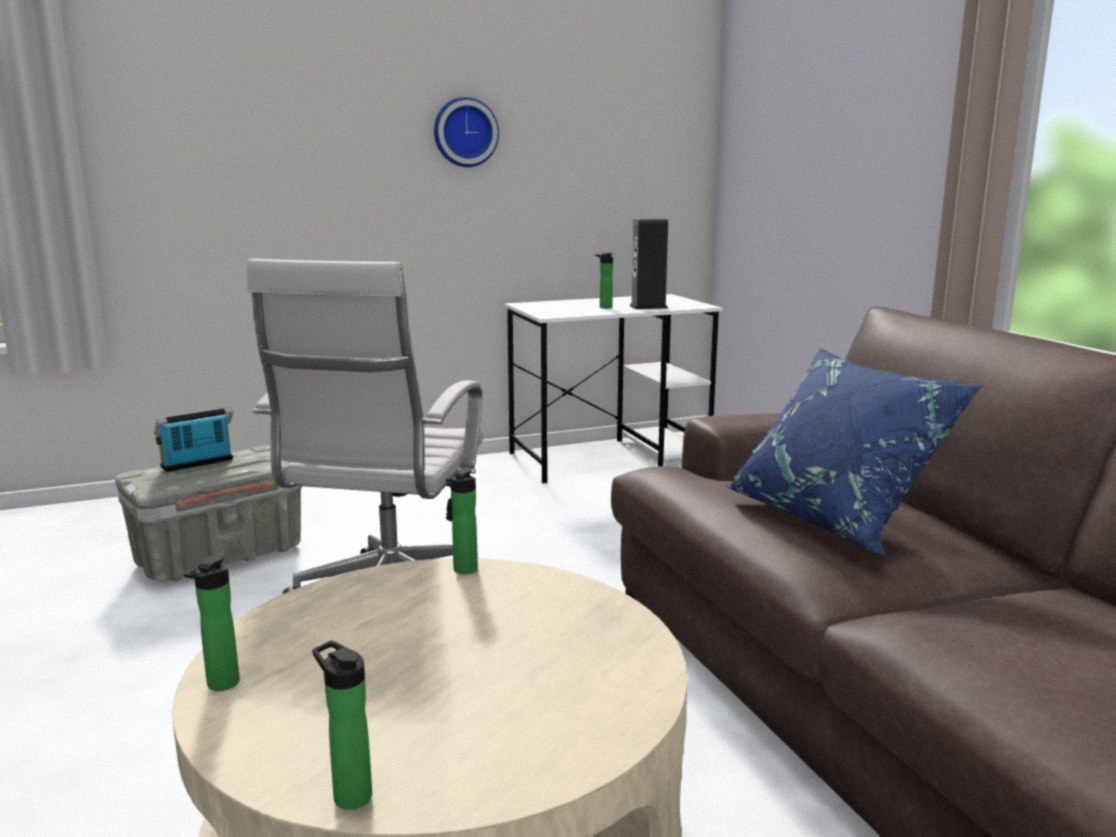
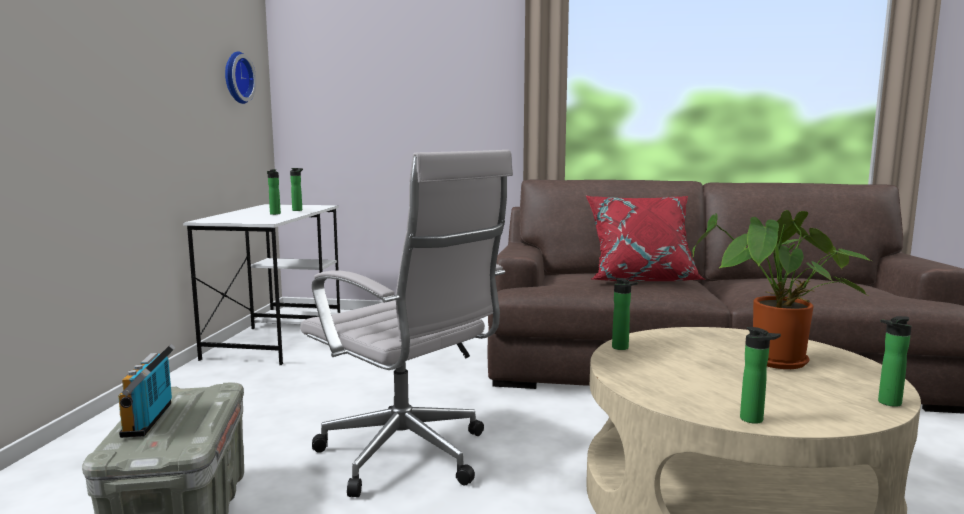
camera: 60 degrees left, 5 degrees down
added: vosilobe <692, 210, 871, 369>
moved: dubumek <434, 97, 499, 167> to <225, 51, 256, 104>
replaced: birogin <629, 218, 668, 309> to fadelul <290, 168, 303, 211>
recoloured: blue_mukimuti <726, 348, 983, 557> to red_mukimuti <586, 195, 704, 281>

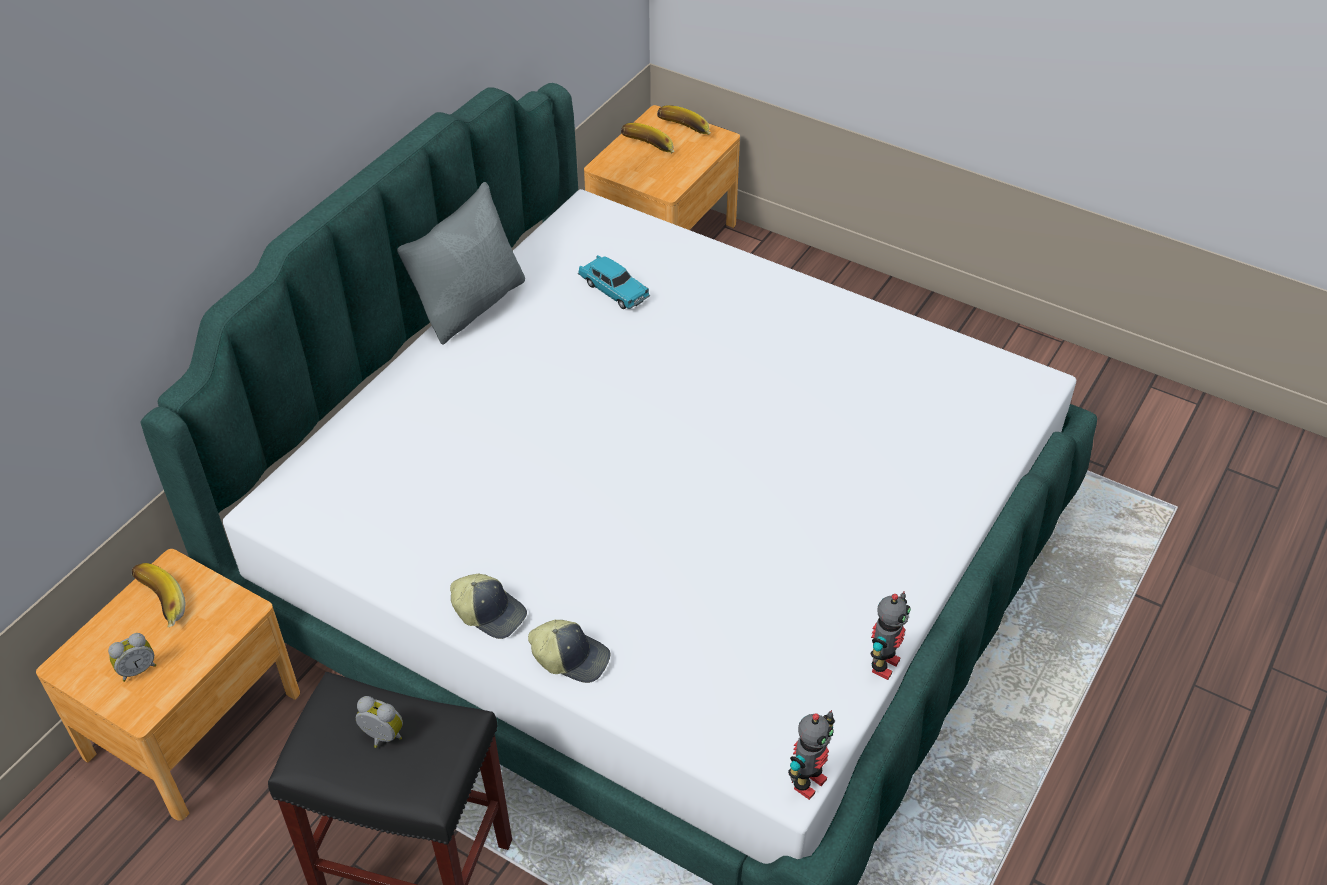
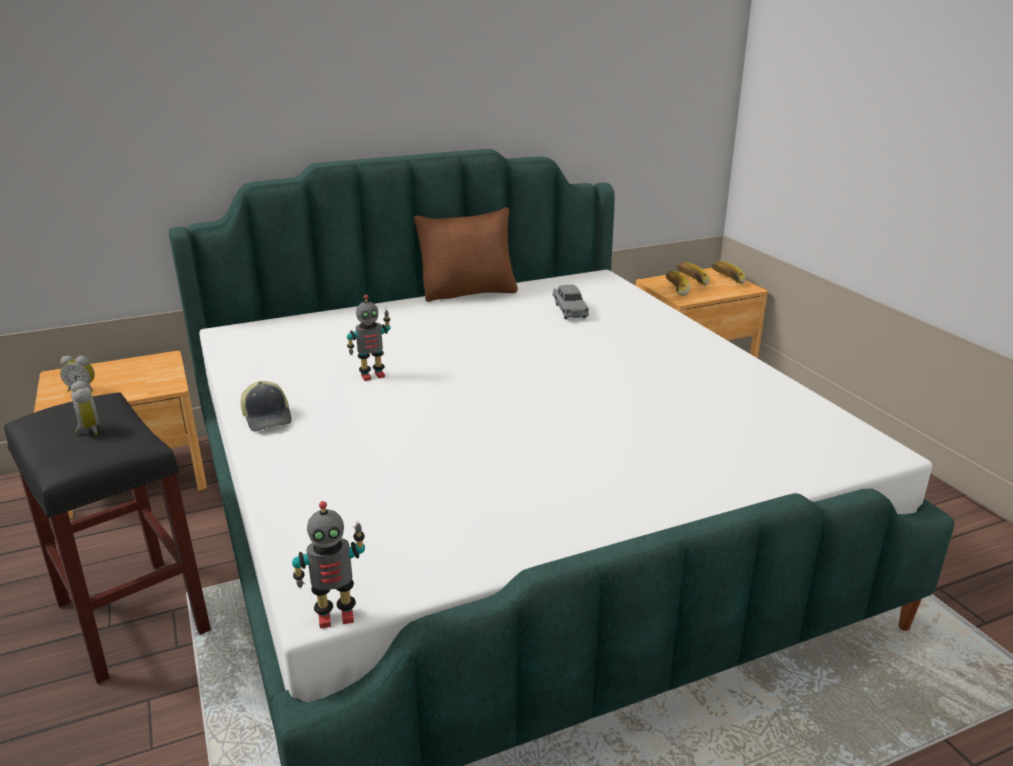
camera: 35 degrees right, 20 degrees down
removed: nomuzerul <528, 620, 610, 683>
moved: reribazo <131, 563, 185, 627> to <666, 271, 690, 296>; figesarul <871, 591, 911, 680> to <347, 295, 391, 381>
recoloured: grey_mukimuti <397, 182, 525, 344> to brown_mukimuti <414, 207, 518, 302>; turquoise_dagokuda <578, 255, 650, 309> to grey_dagokuda <553, 285, 589, 319>

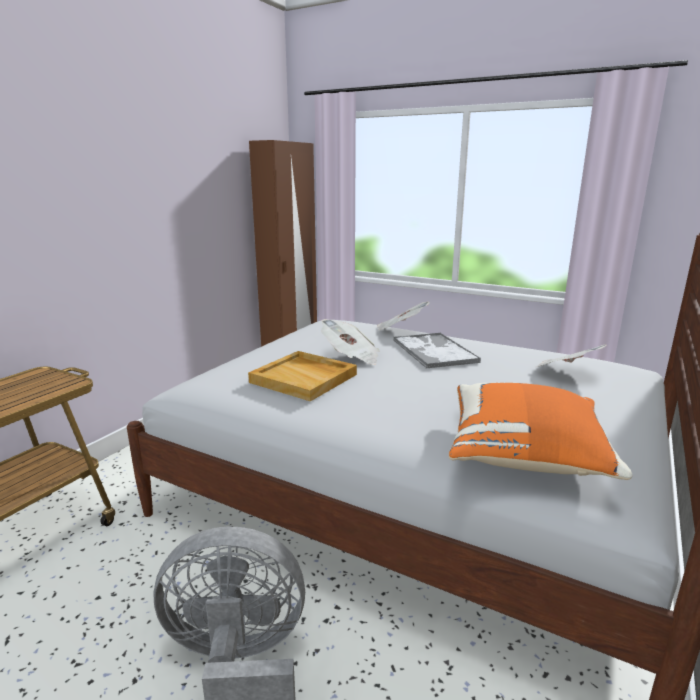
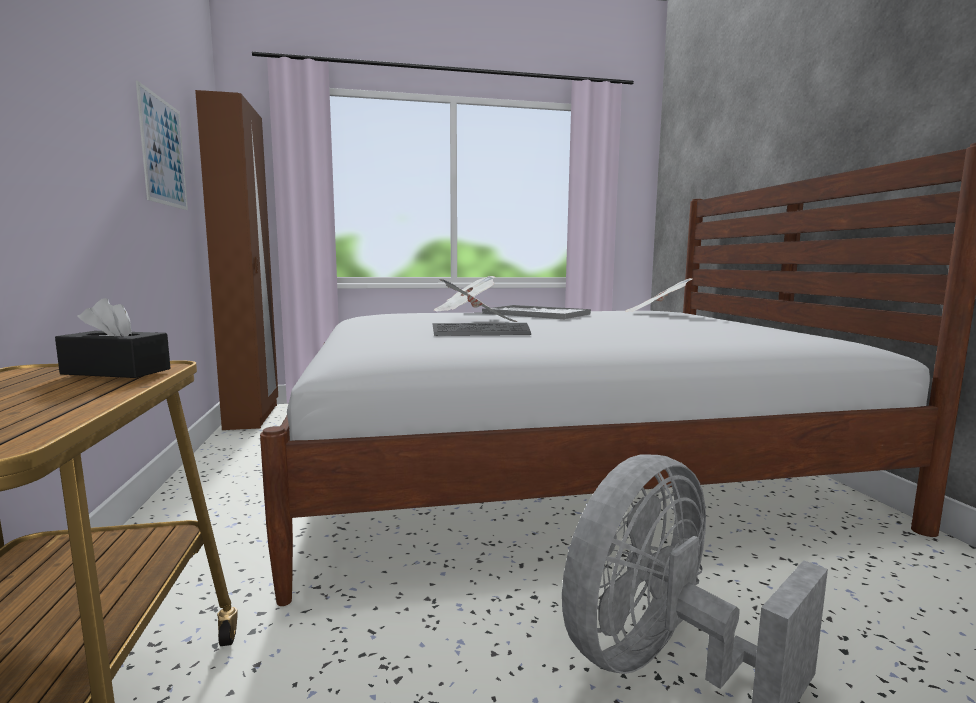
camera: 40 degrees left, 10 degrees down
removed: orange_mukimuti <449, 383, 632, 480>
added: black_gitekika <55, 298, 170, 378>; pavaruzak <136, 80, 188, 210>
replaced: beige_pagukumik <248, 351, 357, 401> to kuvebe <432, 323, 531, 336>

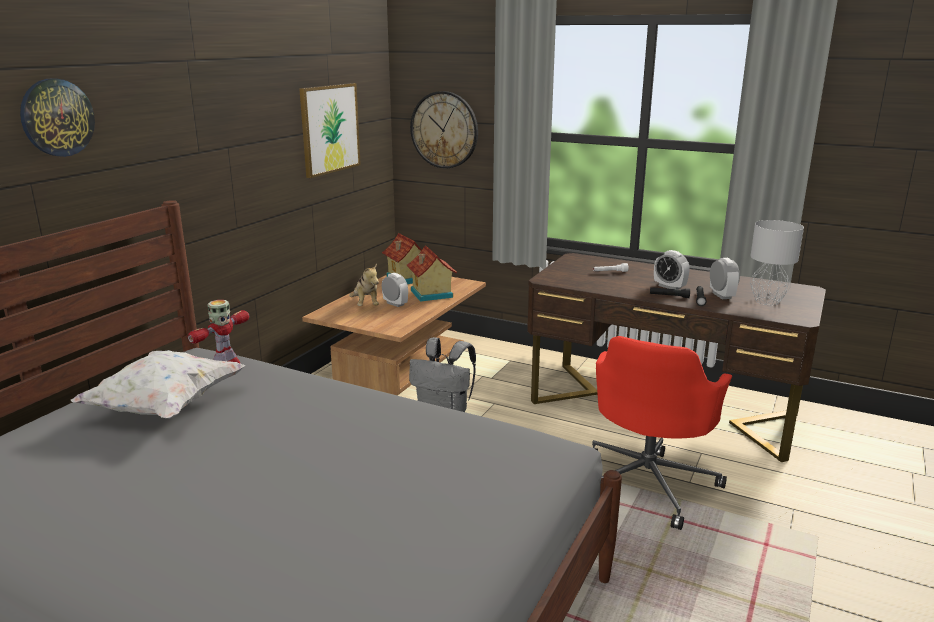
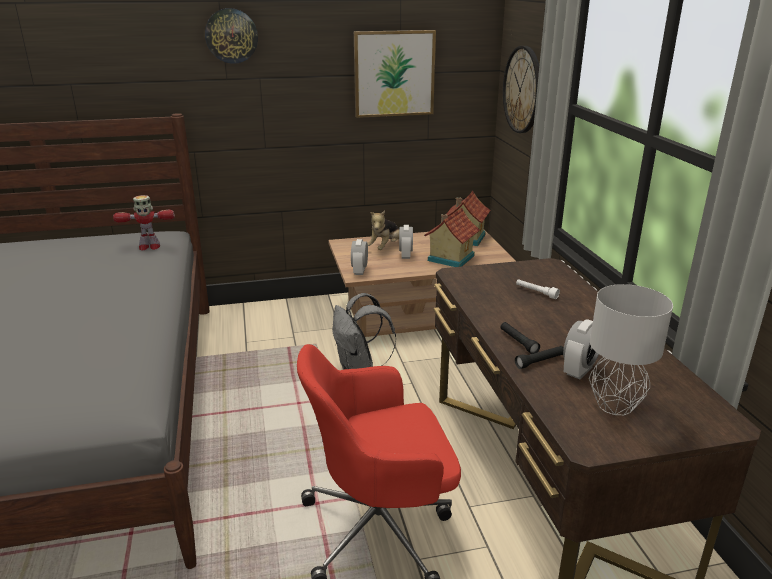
camera: 50 degrees right, 5 degrees up
removed: white_mukimuti <71, 350, 246, 419>
moved: dubumek <20, 78, 95, 157> to <205, 8, 258, 64>; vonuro <654, 250, 690, 289> to <351, 239, 368, 275>

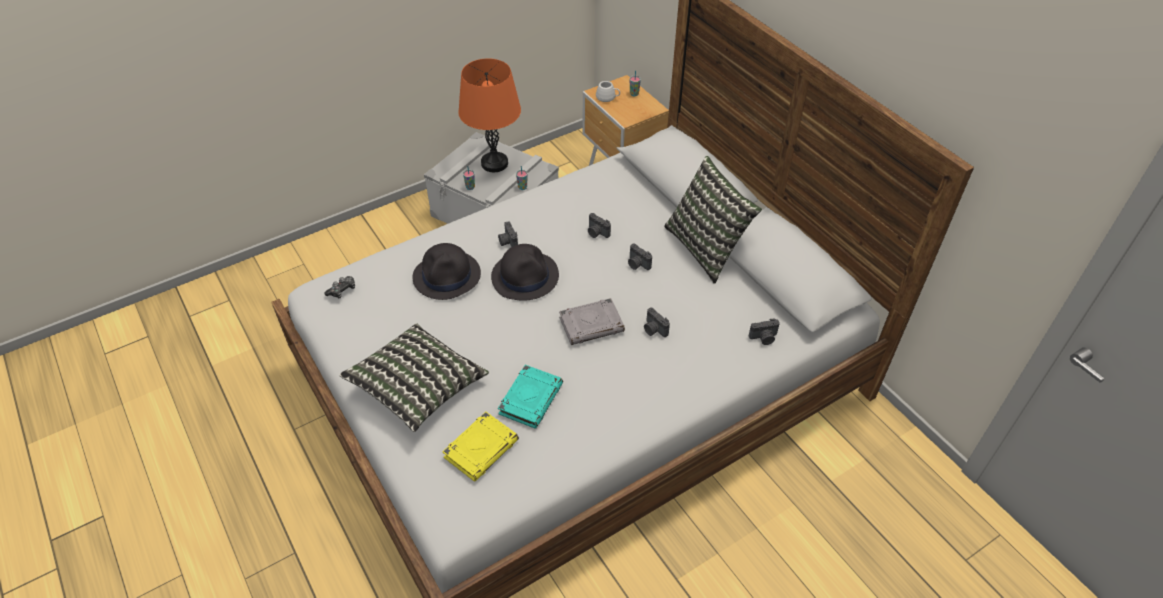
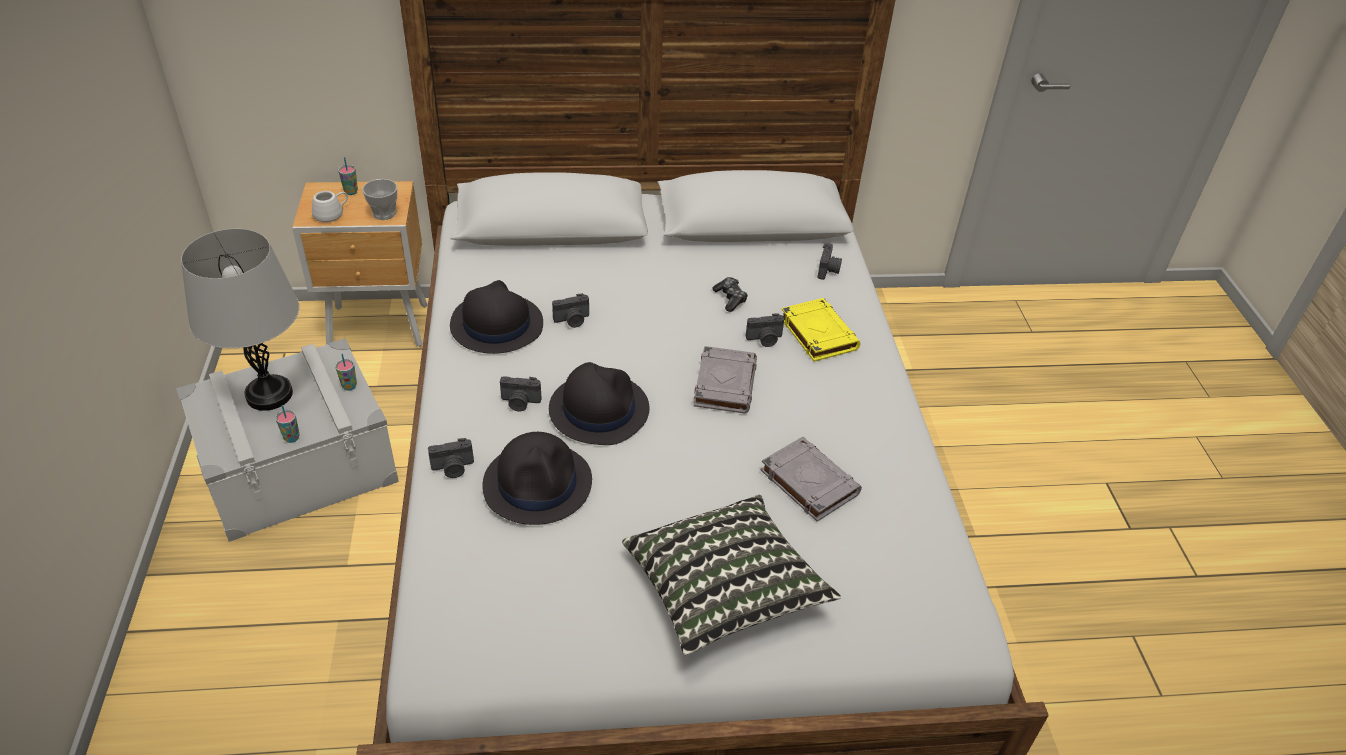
camera: 65 degrees left, 5 degrees down
removed: mukimuti <664, 156, 762, 284>
added: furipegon <362, 179, 397, 220>; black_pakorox <450, 280, 543, 354>
moved: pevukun <324, 276, 355, 298> to <712, 277, 748, 312>; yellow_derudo <442, 412, 519, 482> to <781, 298, 861, 362>; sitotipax <628, 243, 652, 270> to <428, 438, 474, 478>
recoloured: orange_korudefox <458, 58, 521, 172> to grey_korudefox <181, 229, 299, 411>; turquoise_derudo <498, 365, 563, 429> to grey_derudo <761, 437, 862, 522>

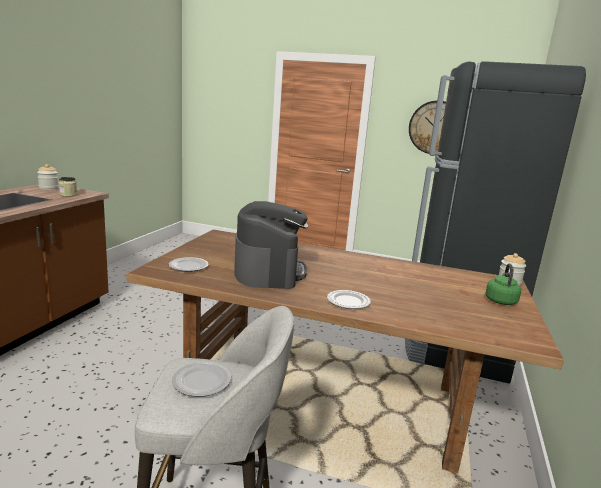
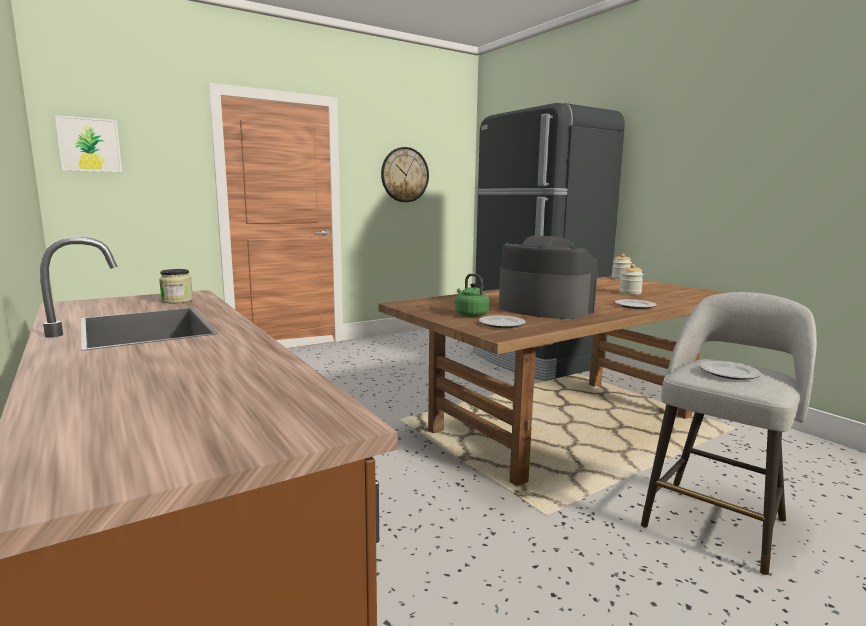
camera: 50 degrees left, 5 degrees down
added: pavaruzak <55, 115, 122, 172>
moved: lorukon <37, 164, 59, 190> to <619, 264, 644, 295>; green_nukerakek <485, 263, 521, 305> to <455, 274, 489, 317>

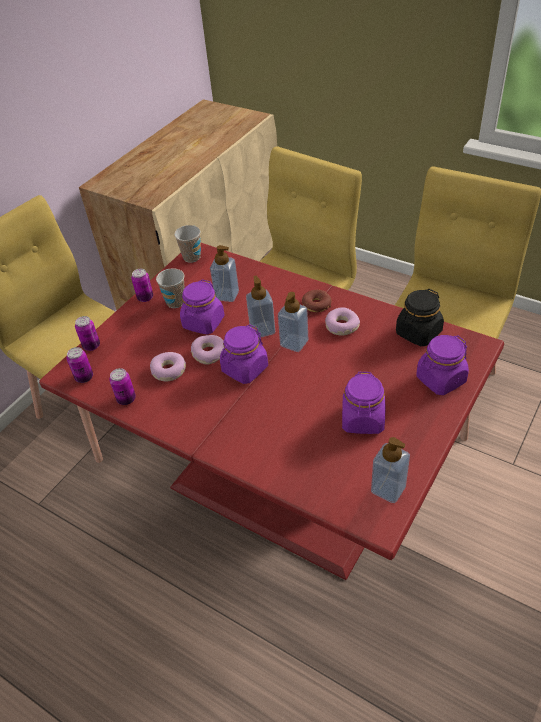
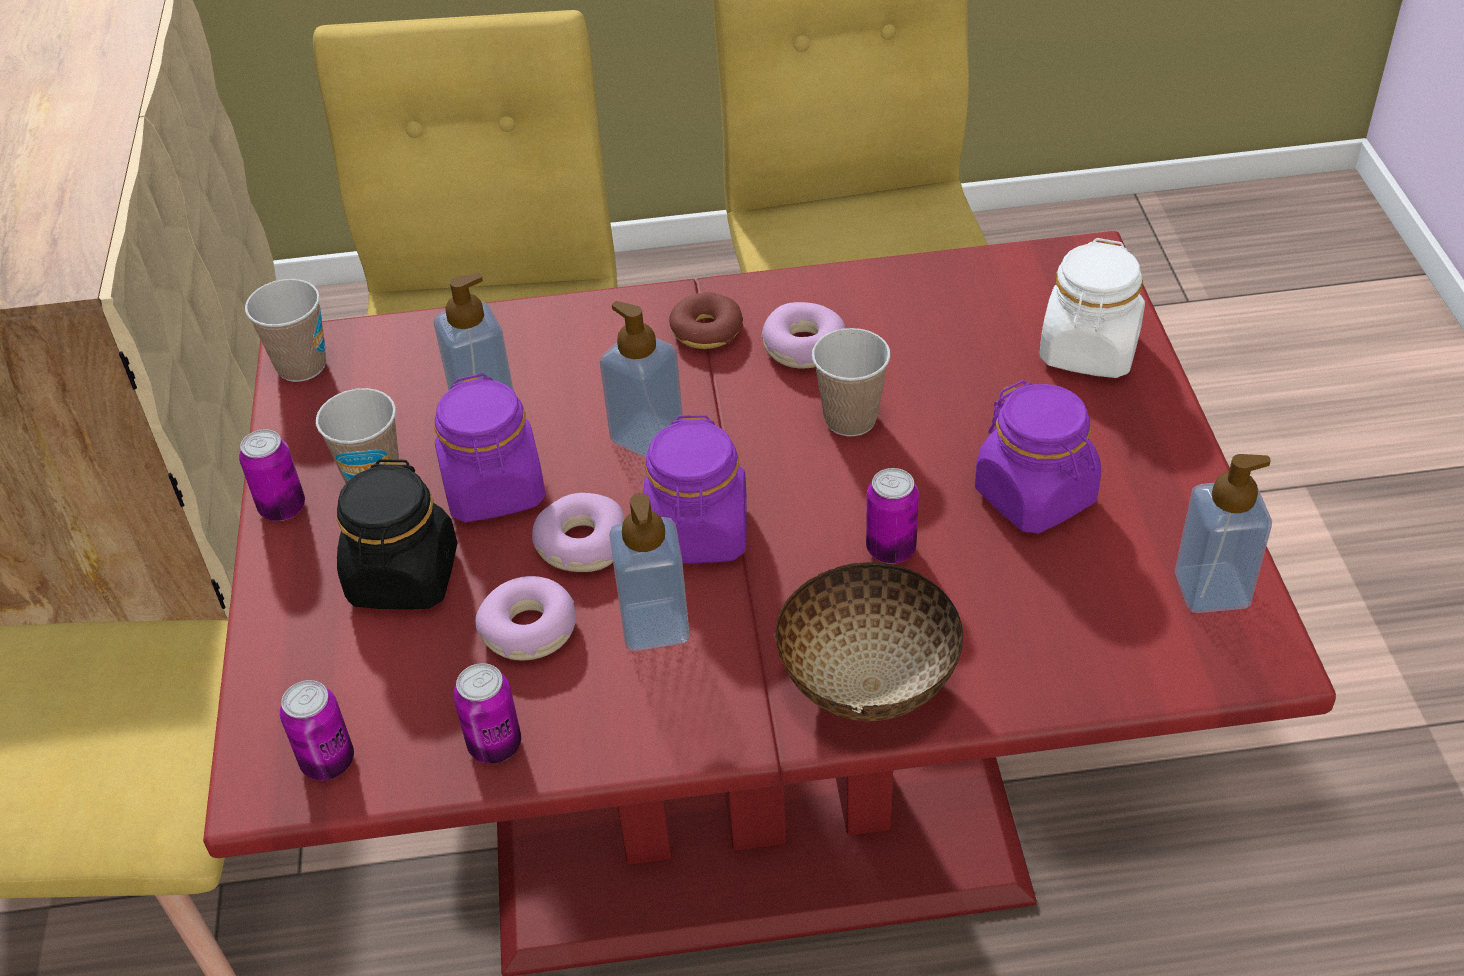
camera: 40 degrees left, 0 degrees up
added: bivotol <775, 562, 963, 721>; furipegon <812, 328, 891, 437>
moved: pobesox <75, 316, 100, 351> to <866, 468, 919, 563>; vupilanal <278, 292, 308, 352> to <609, 493, 690, 651>; black_lorukon <396, 289, 444, 346> to <337, 459, 457, 610>
recoloured: purple_lorukon <416, 335, 469, 395> to white_lorukon <1039, 238, 1145, 378>

